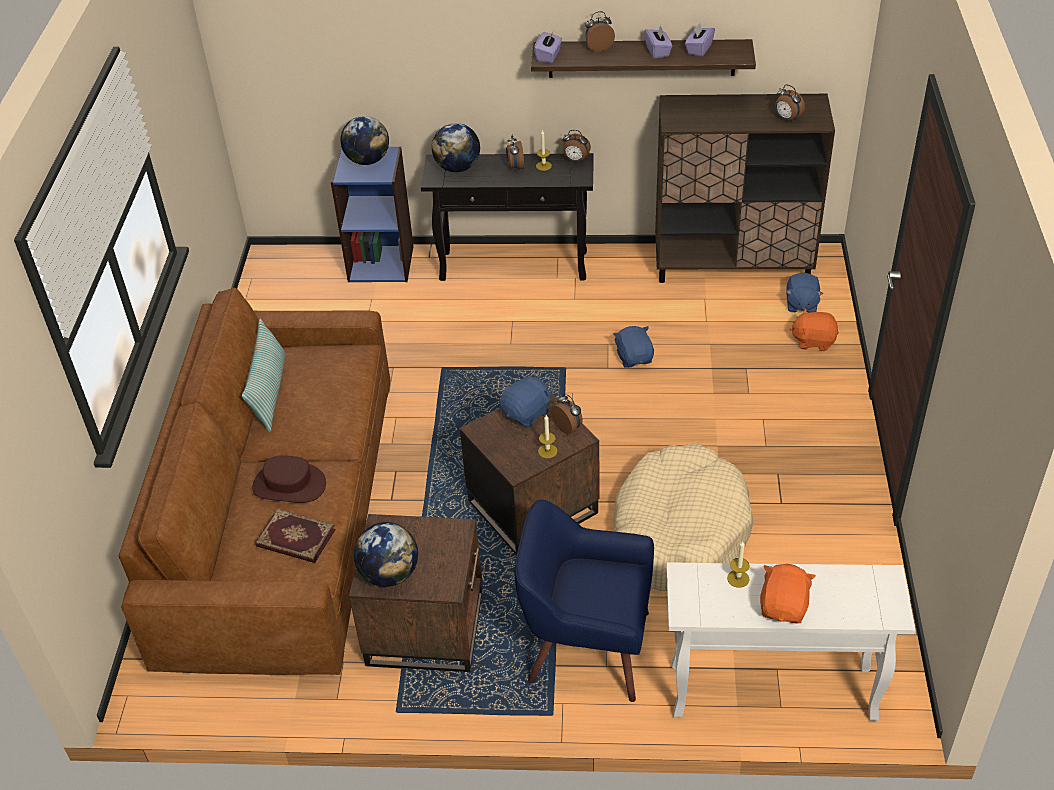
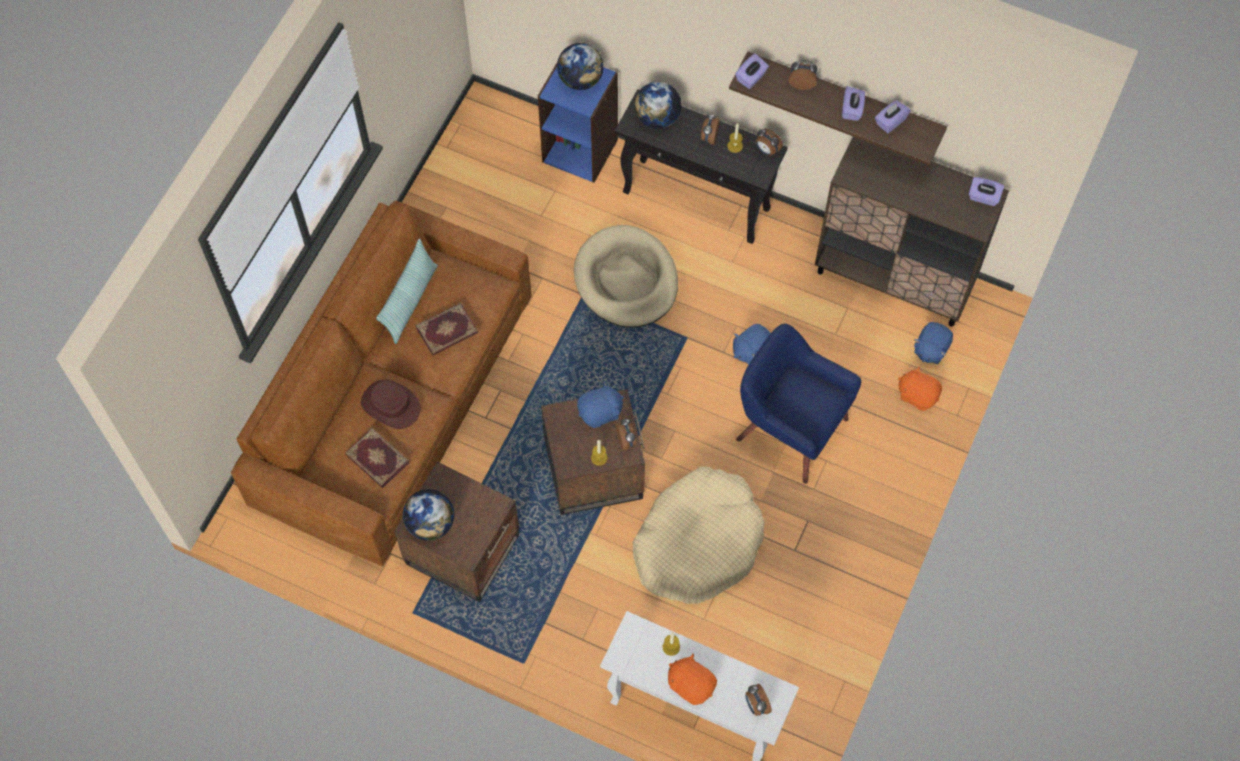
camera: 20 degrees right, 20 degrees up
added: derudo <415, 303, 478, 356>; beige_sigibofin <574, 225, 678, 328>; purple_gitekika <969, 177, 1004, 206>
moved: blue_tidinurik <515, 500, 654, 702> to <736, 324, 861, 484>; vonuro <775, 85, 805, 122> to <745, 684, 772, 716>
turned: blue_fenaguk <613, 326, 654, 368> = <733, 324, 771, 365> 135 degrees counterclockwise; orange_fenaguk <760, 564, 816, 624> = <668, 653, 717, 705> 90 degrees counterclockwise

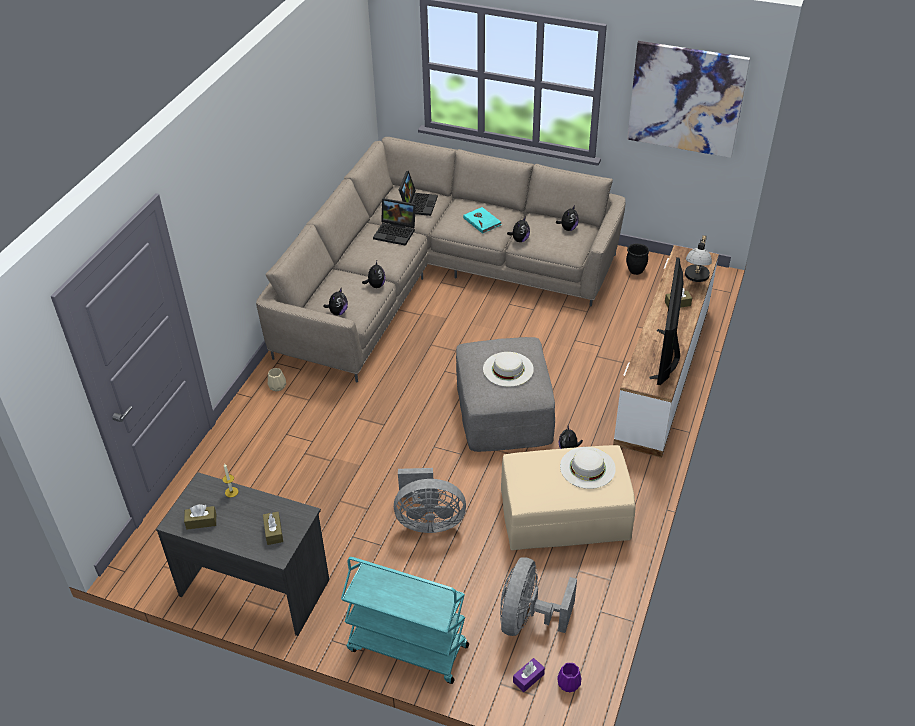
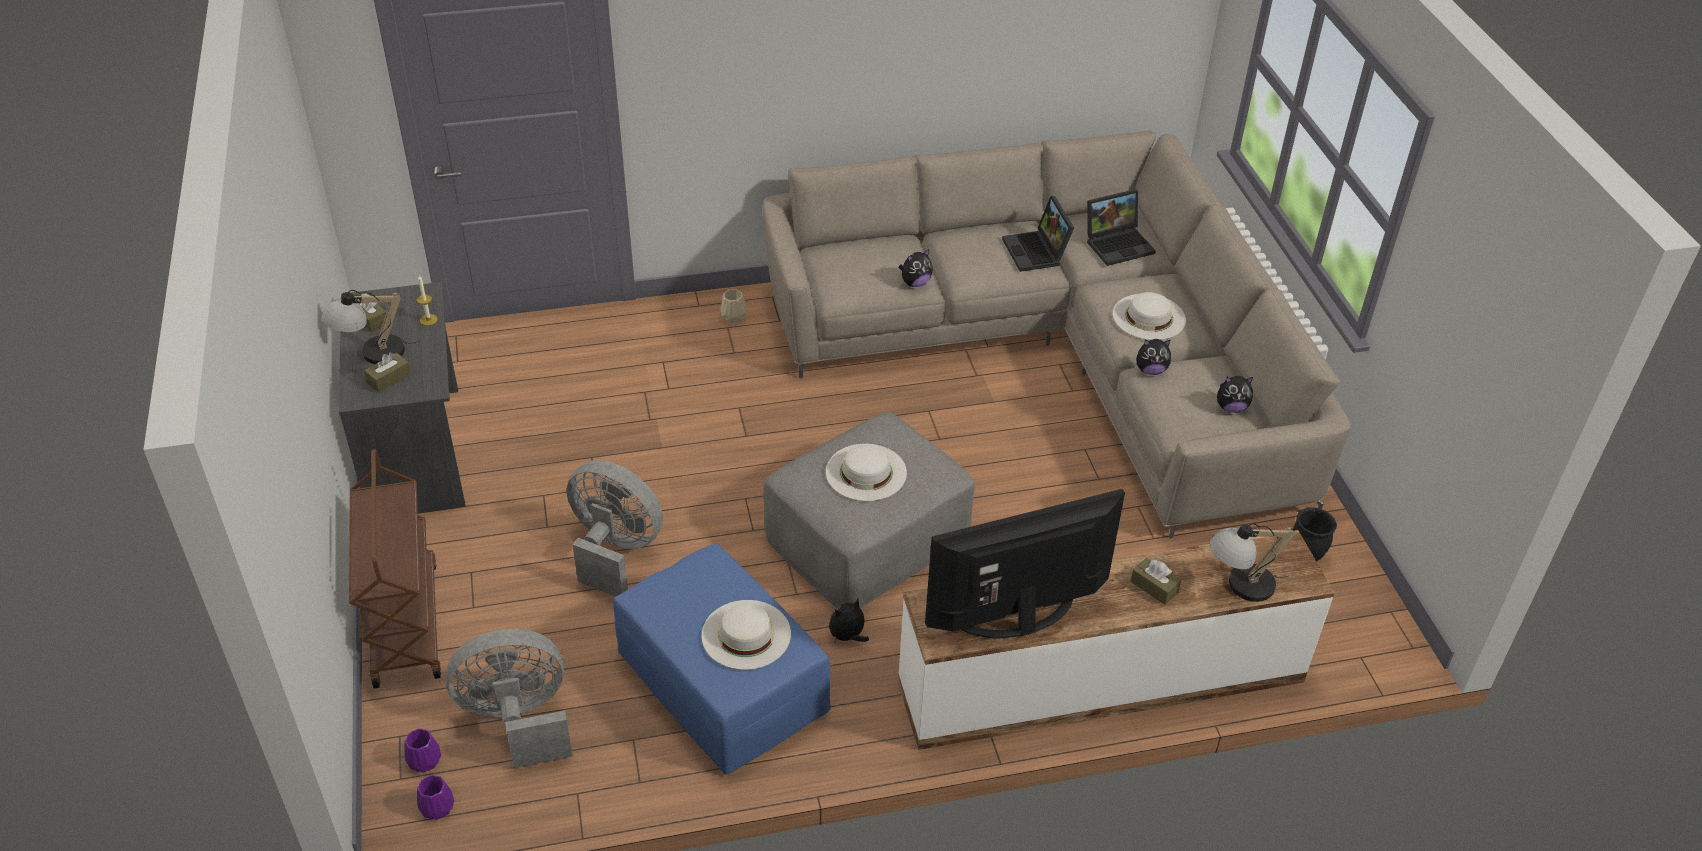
camera: 55 degrees right, 0 degrees up
removed: fenaguk <323, 288, 348, 316>; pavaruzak <627, 41, 750, 158>
added: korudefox <322, 290, 420, 364>
replaced: turquoise_derudo <463, 207, 502, 234> to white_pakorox <1113, 292, 1186, 340>; purple_gitekika <513, 658, 545, 692> to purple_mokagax <404, 729, 441, 773>
recoloured: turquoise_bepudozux <341, 557, 469, 684> to brown_bepudozux <349, 449, 441, 689>; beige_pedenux <501, 445, 635, 550> to blue_pedenux <613, 543, 831, 774>
turned: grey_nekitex <394, 468, 466, 533> = <567, 460, 663, 597> 150 degrees clockwise

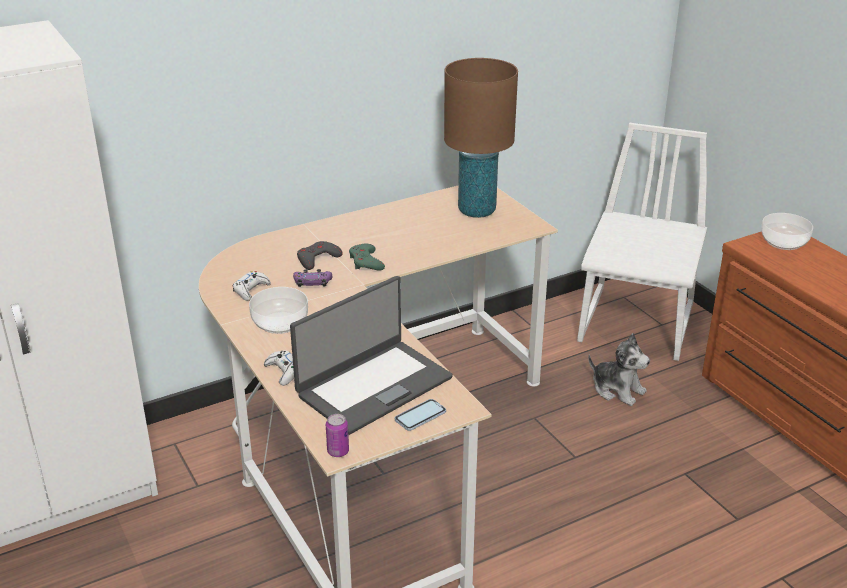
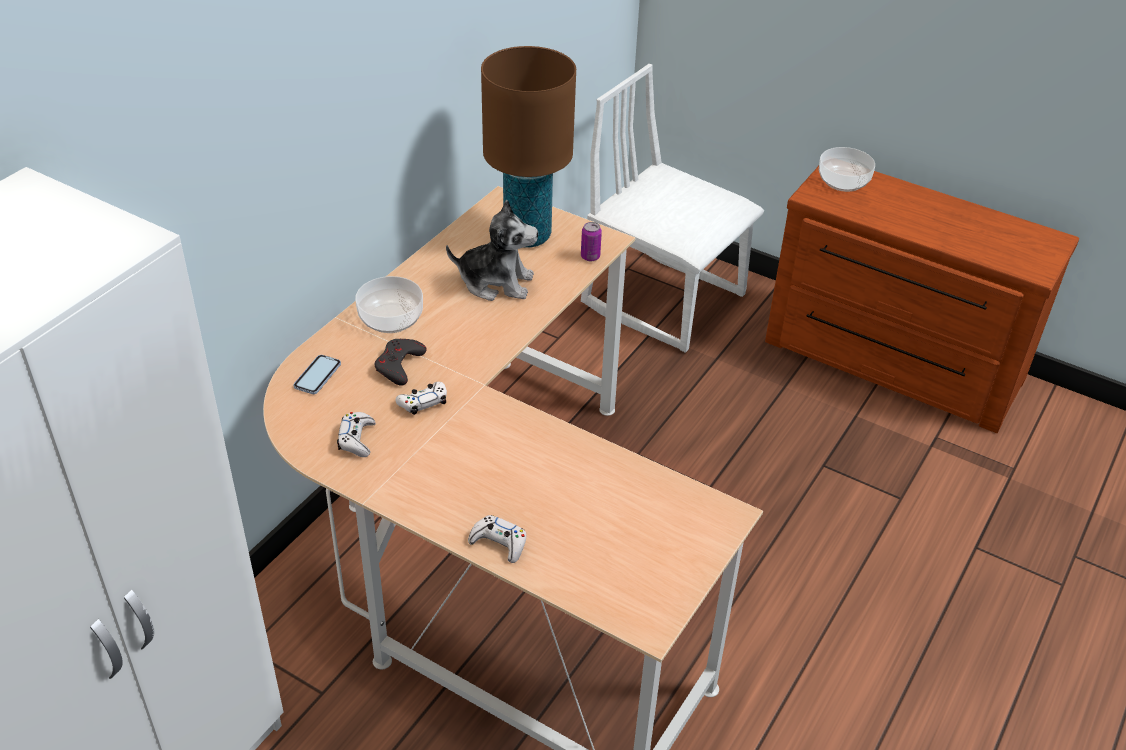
camera: 30 degrees left, 10 degrees up
removed: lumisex <290, 276, 453, 435>; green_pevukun <349, 243, 385, 271>
moved: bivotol <249, 287, 308, 334> to <355, 276, 423, 333>; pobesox <326, 414, 349, 457> to <581, 222, 602, 261>; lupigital <395, 399, 446, 431> to <293, 355, 341, 394>; fenaguk <588, 333, 650, 406> to <446, 199, 538, 301>
recoloured: purple_pevukun <293, 269, 332, 287> to white_pevukun <395, 382, 447, 415>
turned: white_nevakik <577, 123, 707, 361> = <581, 64, 764, 353> 45 degrees counterclockwise

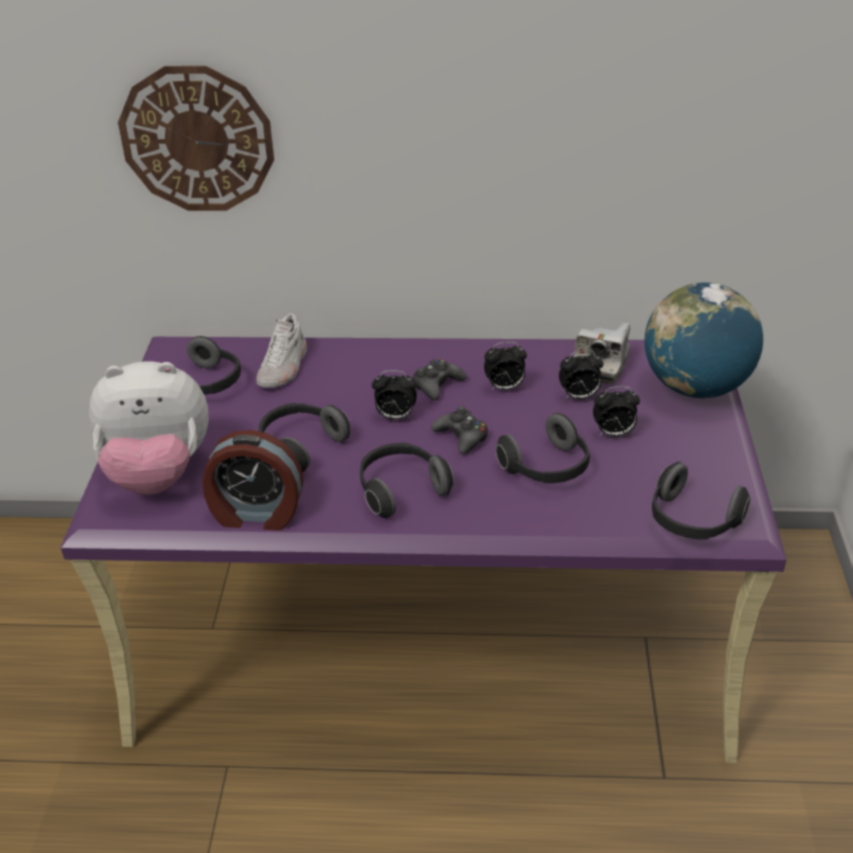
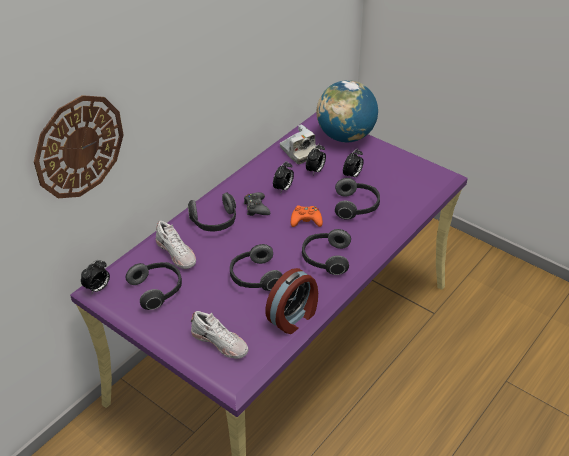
camera: 55 degrees left, 5 degrees up
moved: vonuro <372, 370, 417, 420> to <81, 260, 110, 293>; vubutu <652, 462, 751, 540> to <188, 193, 236, 231>
replaced: fenaguk <89, 361, 209, 495> to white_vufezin <191, 311, 248, 359>
recoloured: black_pevukun <431, 406, 488, 454> to orange_pevukun <291, 205, 323, 227>

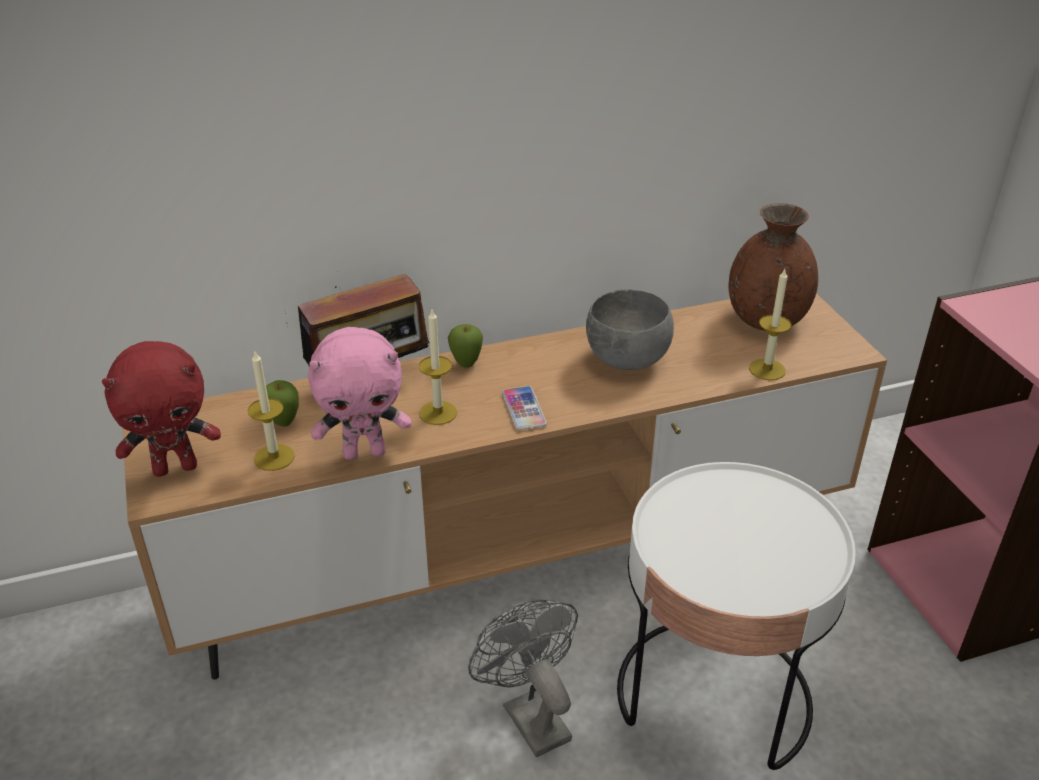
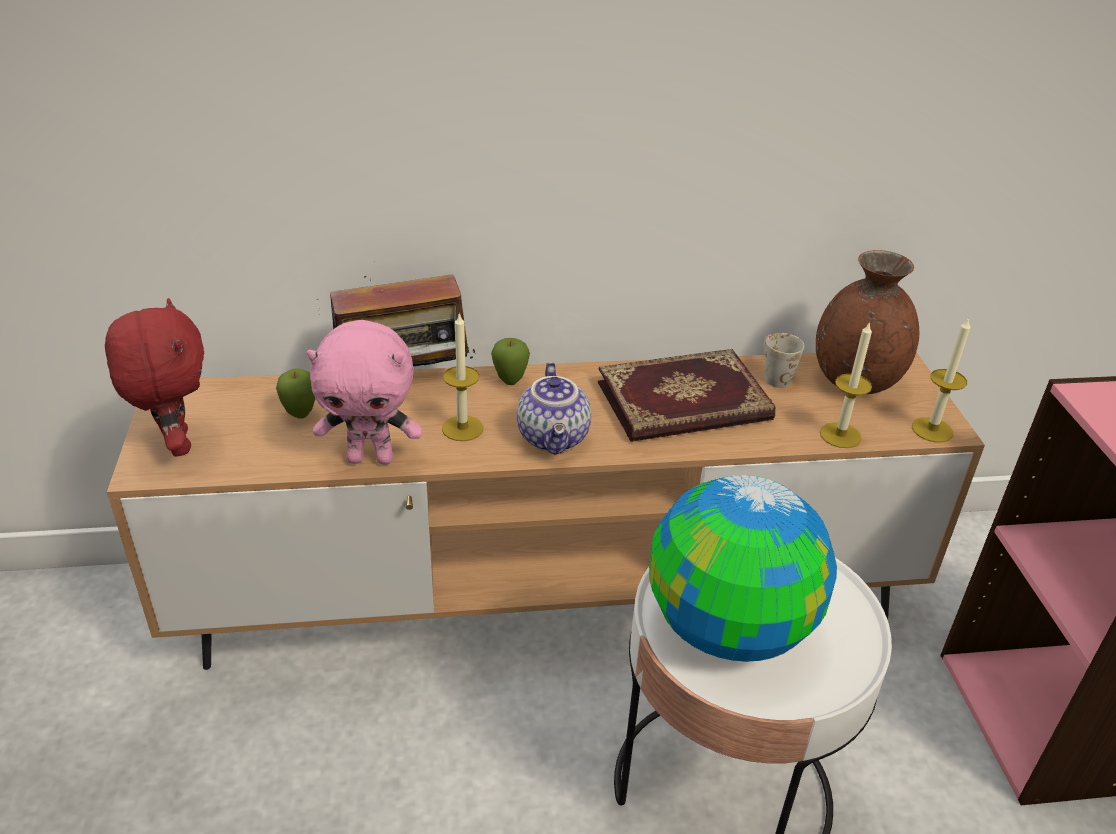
camera: 10 degrees right, 0 degrees up
removed: grey_nekitex <468, 599, 578, 757>
added: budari <649, 475, 837, 662>; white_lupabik <764, 333, 804, 388>
moved: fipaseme <248, 352, 295, 471> to <912, 317, 971, 443>
replaced: lupigital <502, 386, 547, 430> to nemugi <517, 362, 591, 455>; grey_bivotol <586, 290, 674, 370> to derudo <598, 349, 775, 442>
turned: red_fenaguk <102, 341, 221, 477> = <105, 298, 204, 457> 105 degrees counterclockwise

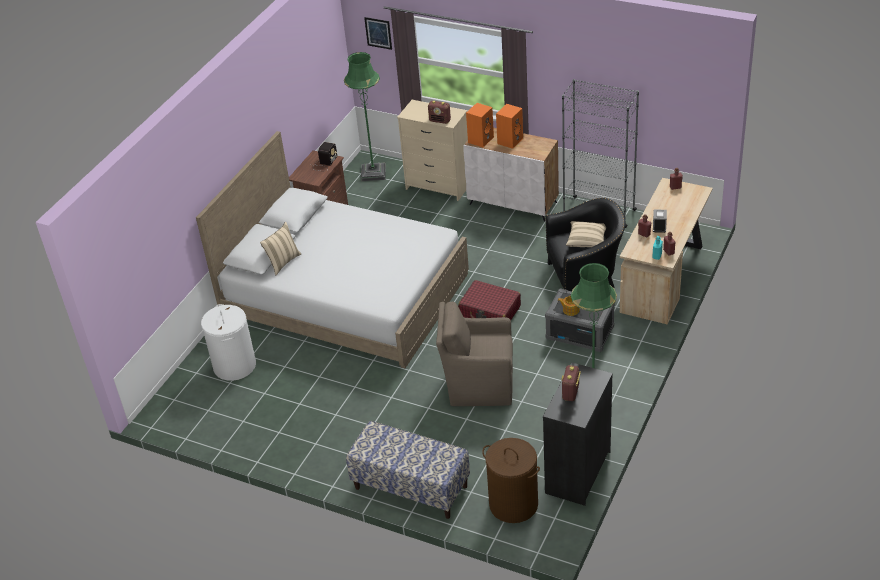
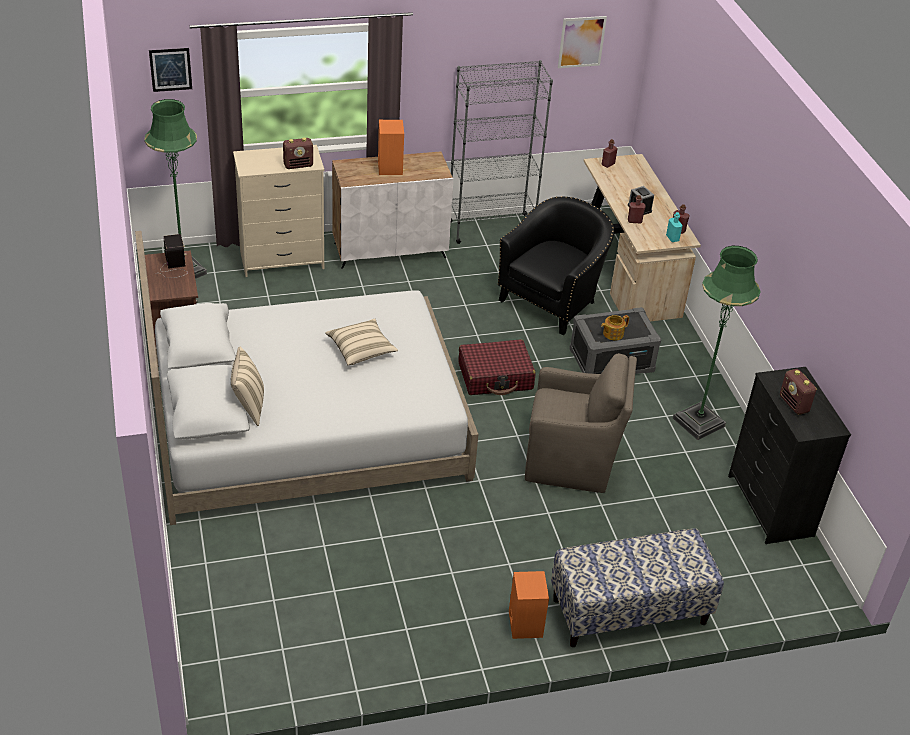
camera: 45 degrees left, 0 degrees up
removed: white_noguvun <201, 304, 256, 381>; brown_noguvun <482, 438, 540, 523>
added: pavaruzak <558, 16, 607, 68>
moved: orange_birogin <466, 103, 494, 147> to <509, 571, 549, 639>; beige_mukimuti <566, 221, 606, 247> to <325, 318, 398, 365>
turned: brown_tidinurik <436, 302, 513, 406> = <525, 353, 637, 493> 135 degrees counterclockwise

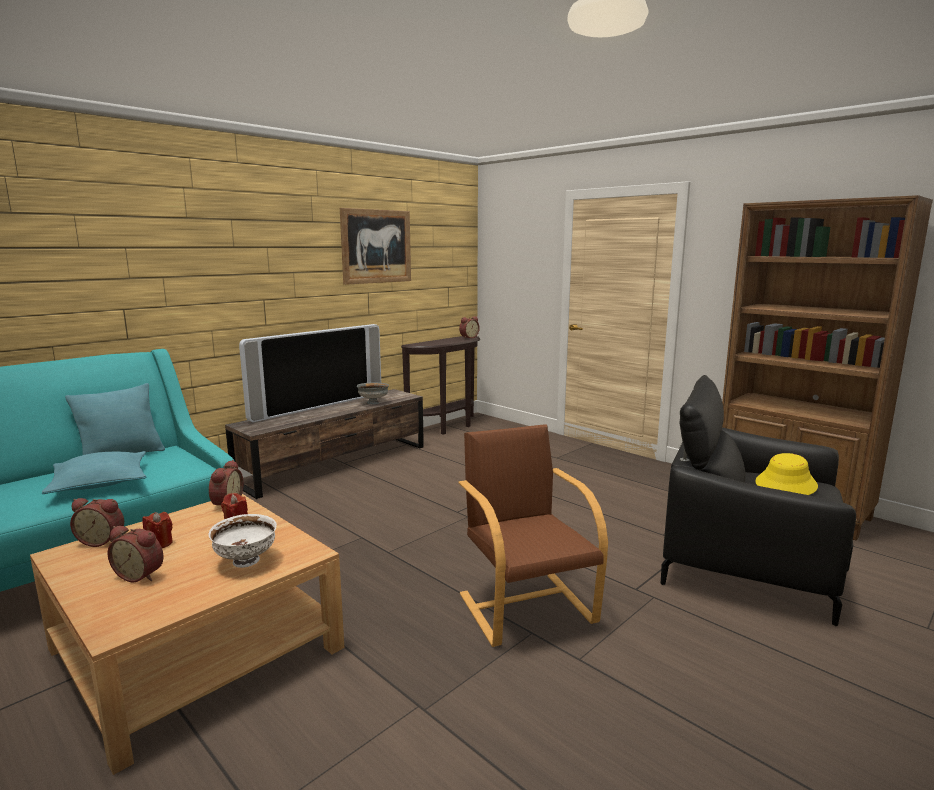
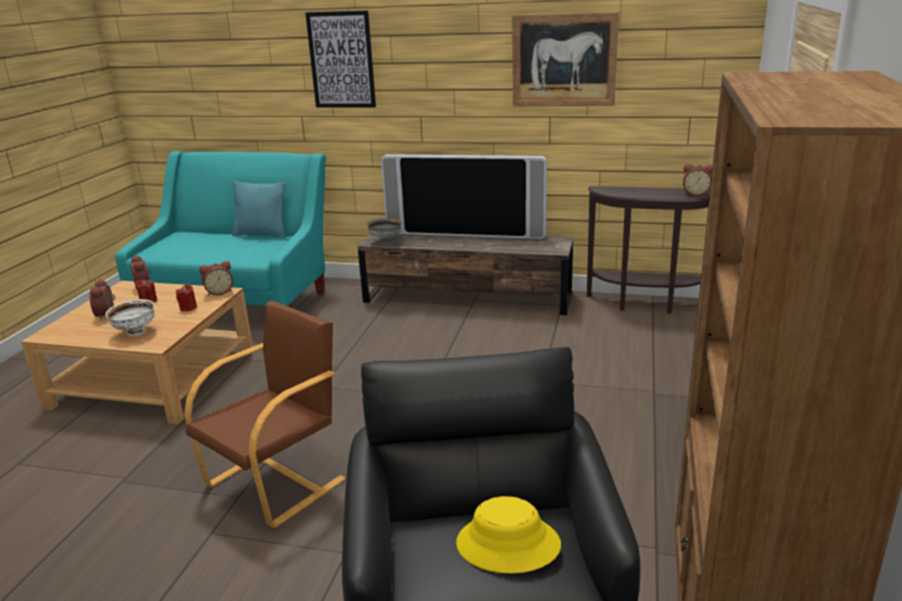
camera: 60 degrees right, 10 degrees up
removed: turquoise_mukimuti <42, 451, 146, 494>
added: pavaruzak <305, 10, 376, 107>
moved: grey_bivotol <357, 382, 389, 404> to <366, 218, 402, 244>

